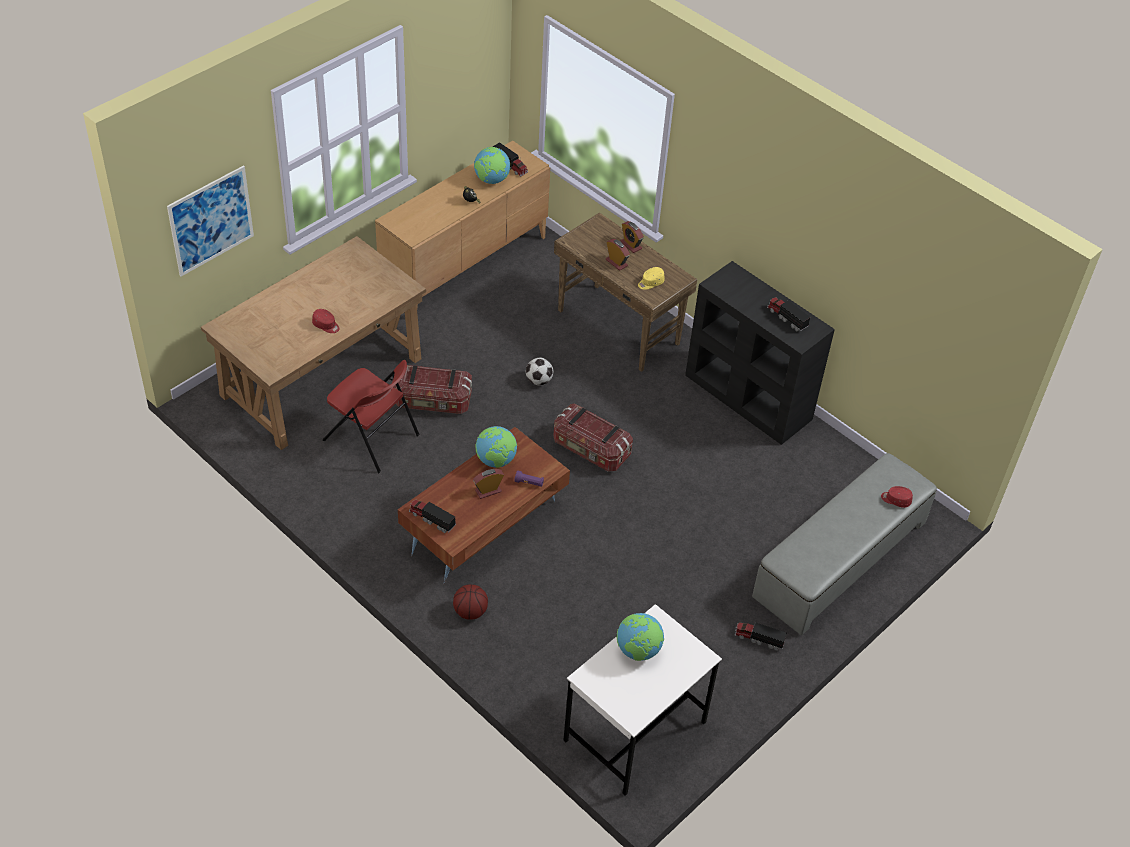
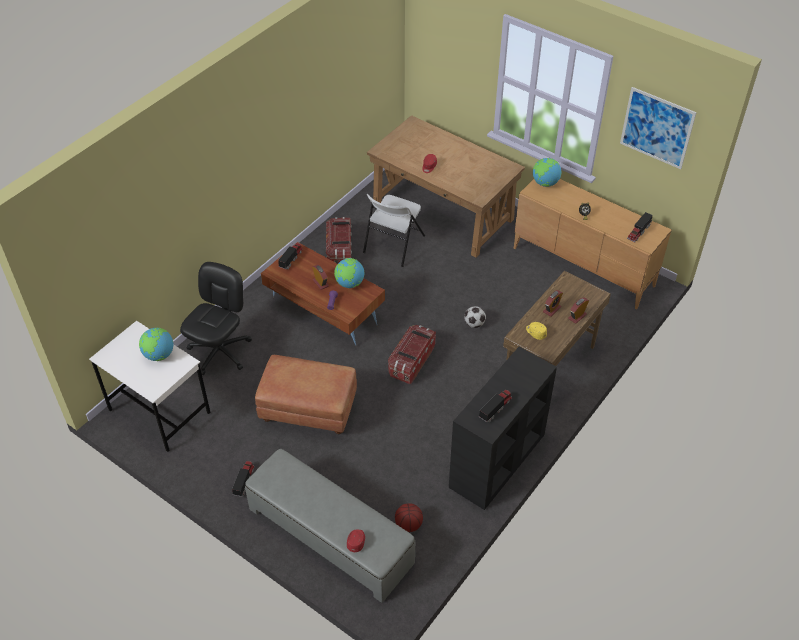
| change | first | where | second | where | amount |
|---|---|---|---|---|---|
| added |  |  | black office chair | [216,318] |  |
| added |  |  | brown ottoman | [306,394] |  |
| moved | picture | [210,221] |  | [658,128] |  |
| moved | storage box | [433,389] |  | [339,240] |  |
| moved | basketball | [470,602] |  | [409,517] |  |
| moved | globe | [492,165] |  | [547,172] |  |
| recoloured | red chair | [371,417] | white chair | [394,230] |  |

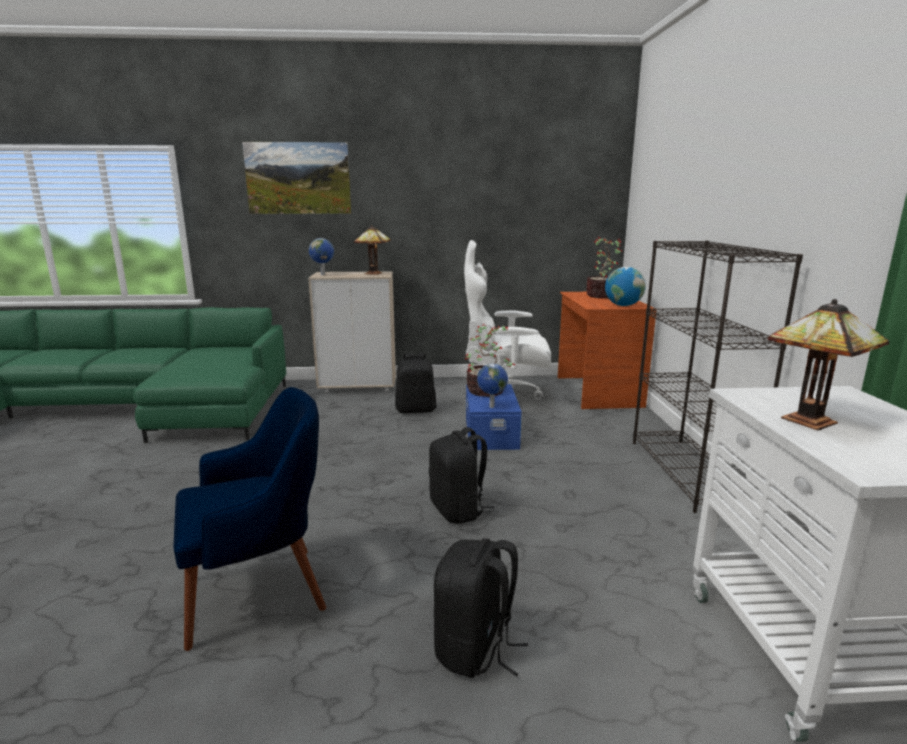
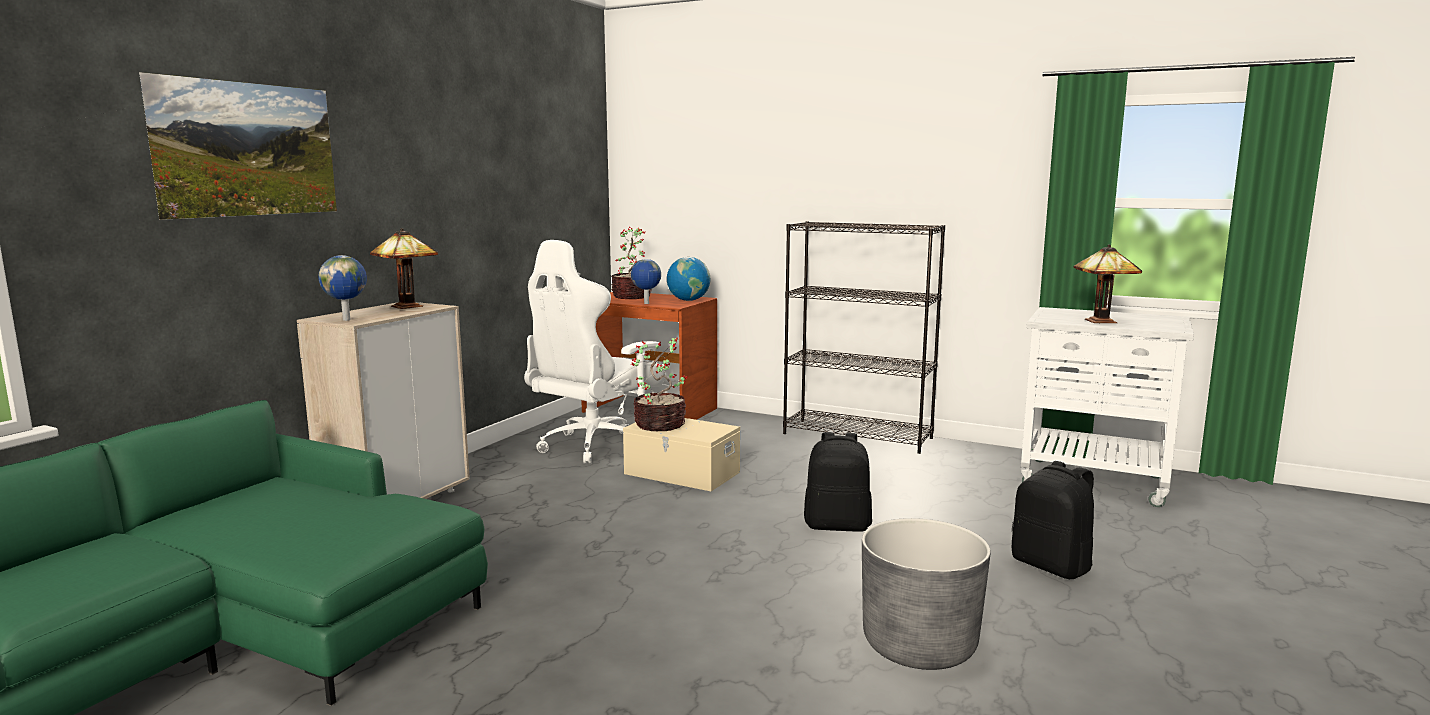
| change | first | where | second | where | amount |
|---|---|---|---|---|---|
| removed | black backpack | [415,383] |  |  |  |
| moved | globe | [492,386] |  | [646,281] |  |
| replaced | blue armchair | [250,519] | grey planter | [926,594] |  |
| recoloured | blue storage box | [493,417] | beige storage box | [681,454] |  |

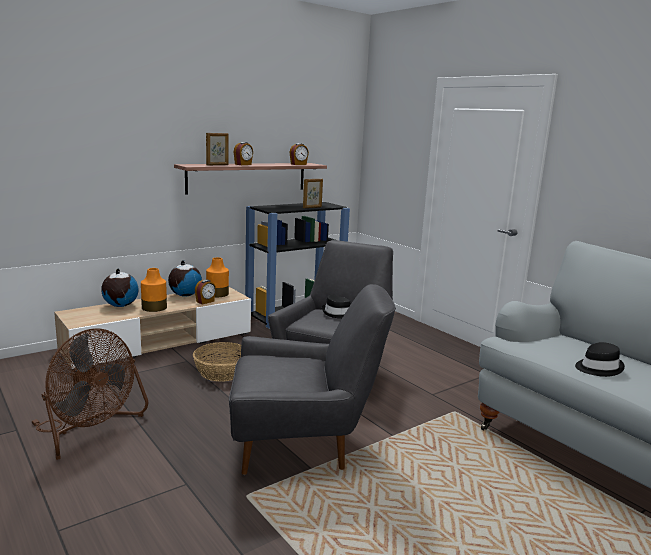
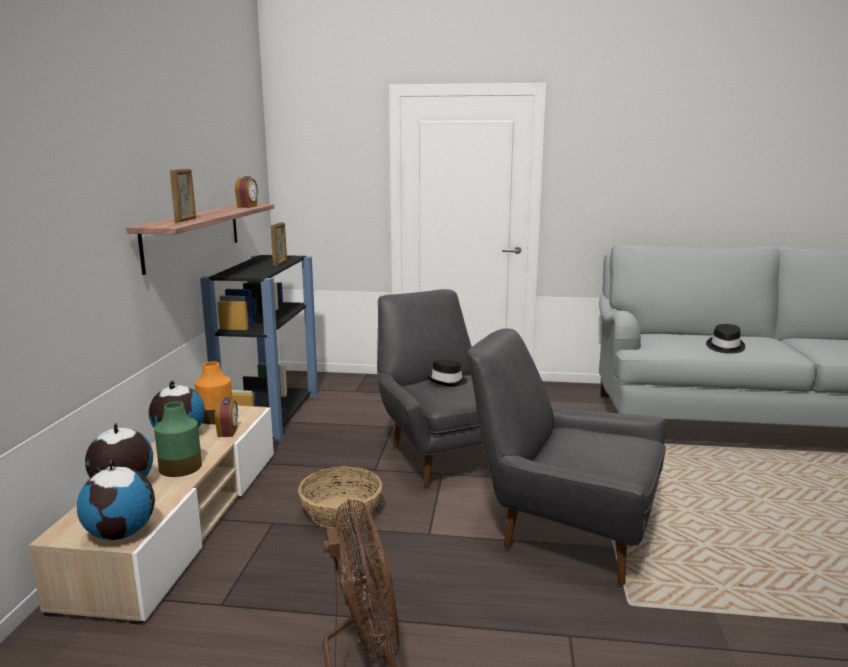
| change | first | where | second | where | amount |
|---|---|---|---|---|---|
| removed | alarm clock | [243,153] |  |  |  |
| added |  |  | globe | [116,500] |  |
| recoloured | orange vase | [154,290] | green vase | [178,439] |  |
| turned | grey armchair | [312,379] |  | [567,457] | 105 degrees counterclockwise |

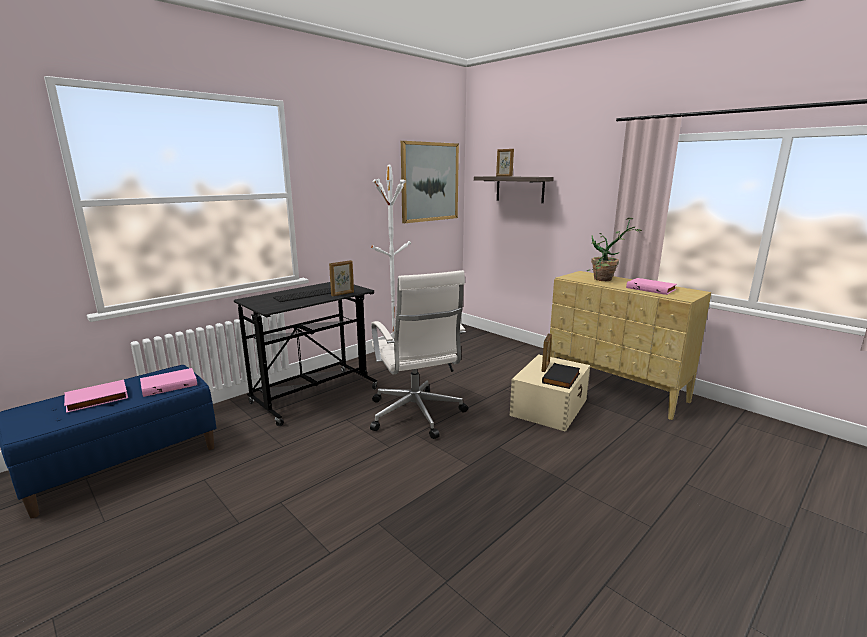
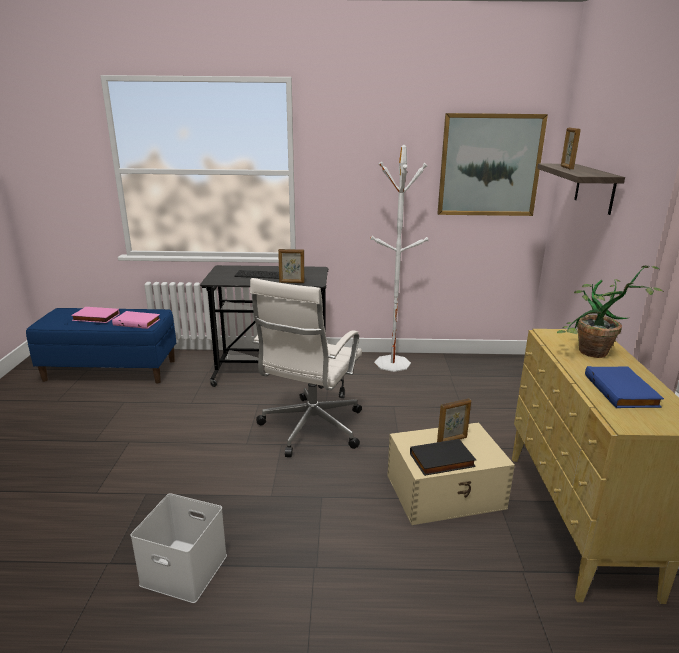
| change | first | where | second | where | amount |
|---|---|---|---|---|---|
| added |  |  | white storage box | [178,548] |  |
| recoloured | pink book | [651,286] | blue book | [624,387] |  |

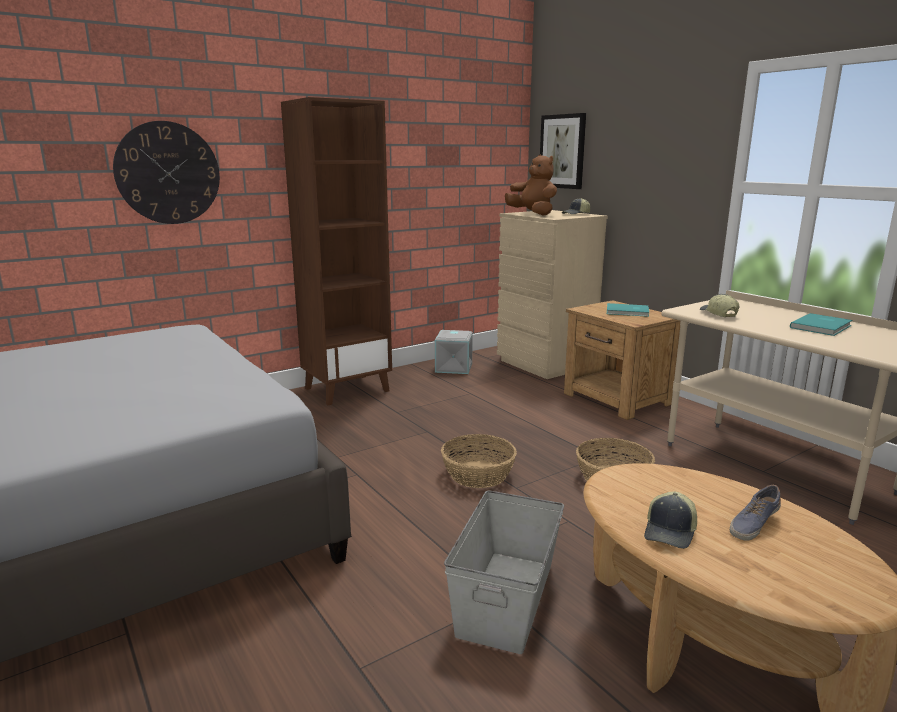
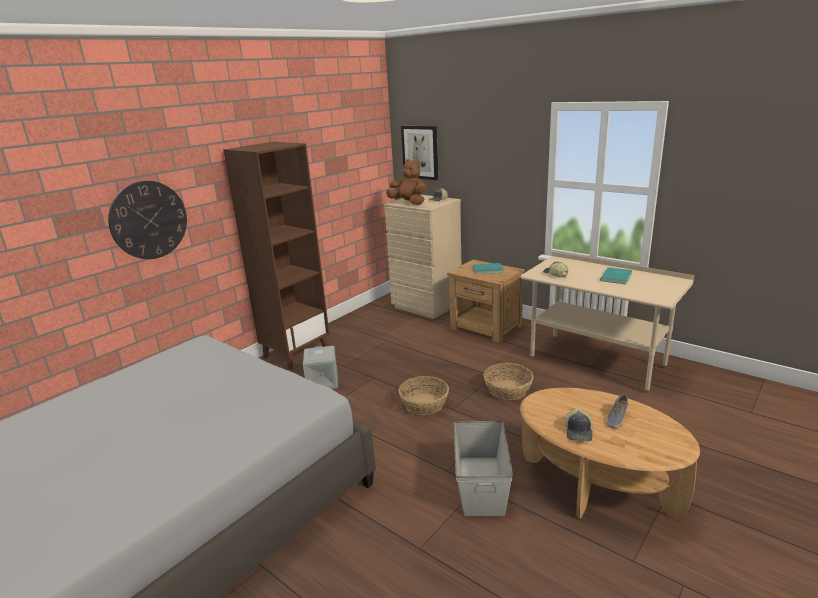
| change | first | where | second | where | amount |
|---|---|---|---|---|---|
| moved | grey storage box | [454,352] |  | [320,367] |  |

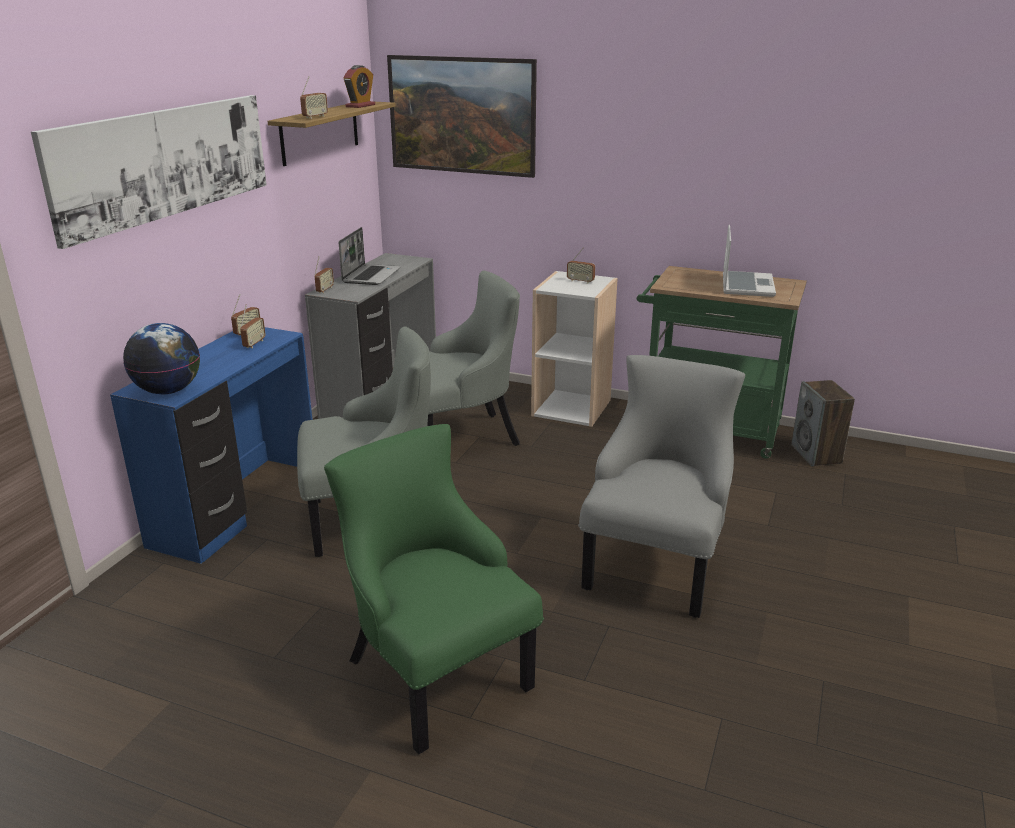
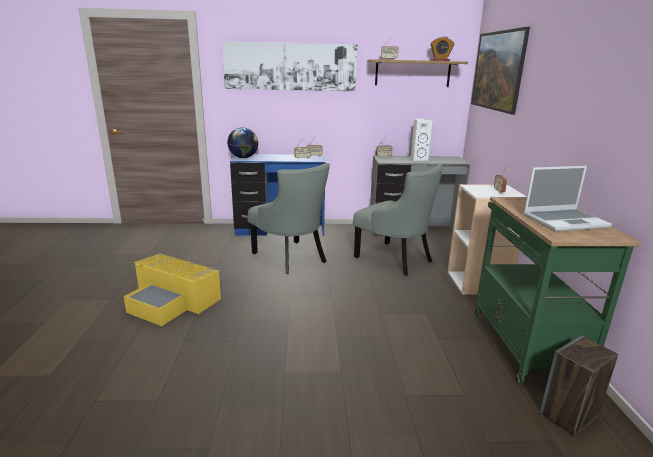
| change | first | where | second | where | amount |
|---|---|---|---|---|---|
| removed | grey chair | [661,486] |  |  |  |
| replaced | green chair | [434,589] | yellow storage box | [172,289] |  |
| replaced | laptop | [370,256] | white speaker | [422,140] |  |

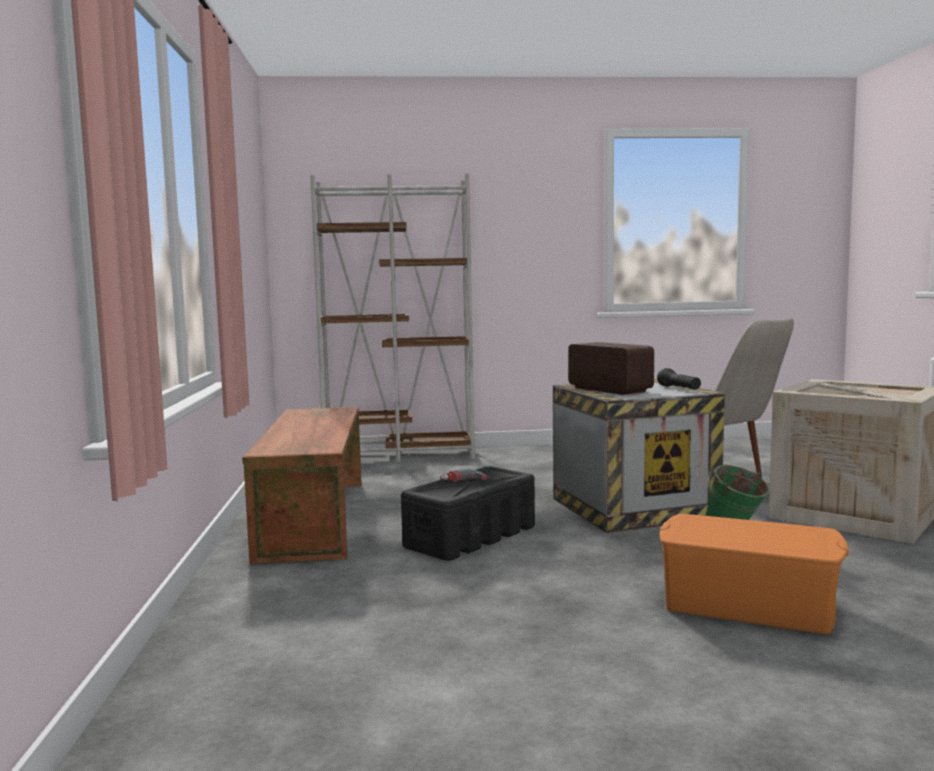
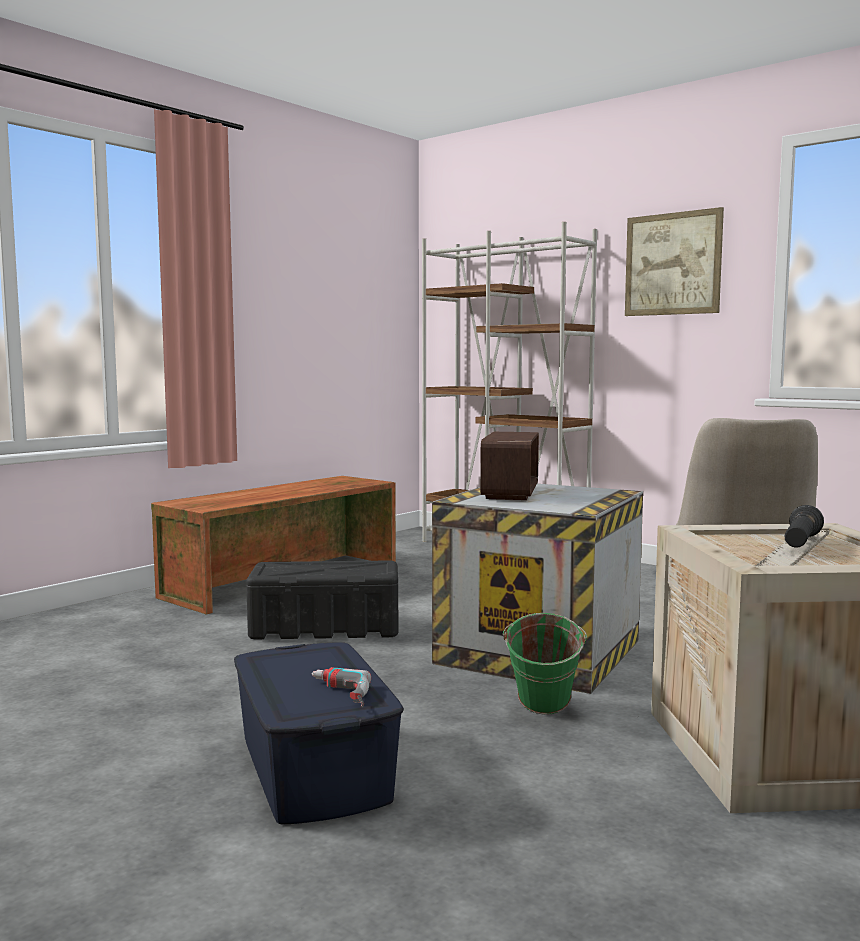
| change | first | where | second | where | amount |
|---|---|---|---|---|---|
| added |  |  | picture | [674,261] |  |
| moved | power drill | [470,475] |  | [341,687] |  |
| moved | black flashlight | [679,378] |  | [804,526] |  |
| recoloured | orange storage box | [754,574] | blue storage box | [319,733] |  |

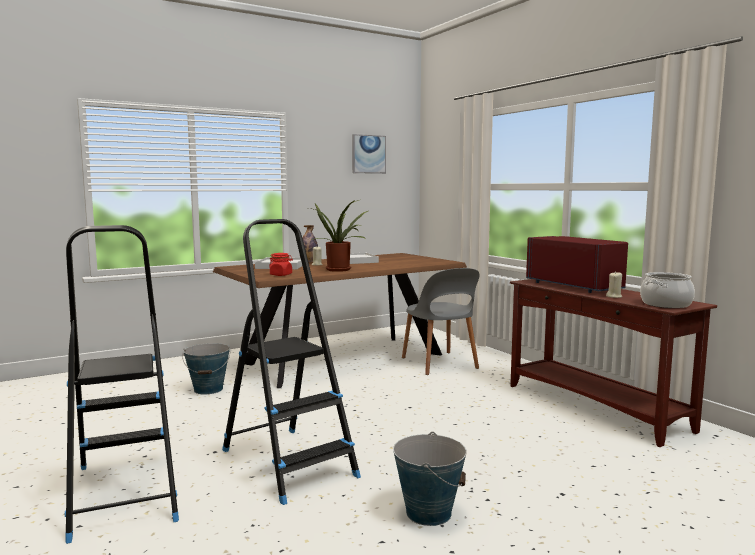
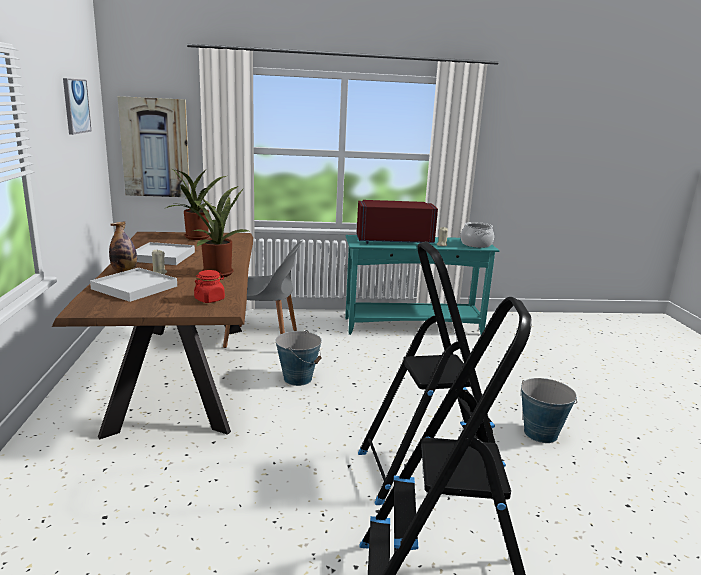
| change | first | where | second | where | amount |
|---|---|---|---|---|---|
| added |  |  | picture | [153,146] |  |
| added |  |  | potted plant | [196,204] |  |
| moved | bucket | [206,368] |  | [298,358] |  |
| recoloured | brown console table | [613,363] | turquoise console table | [422,285] |  |

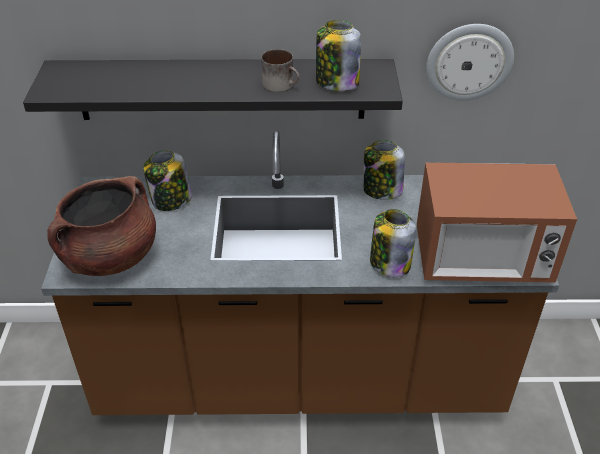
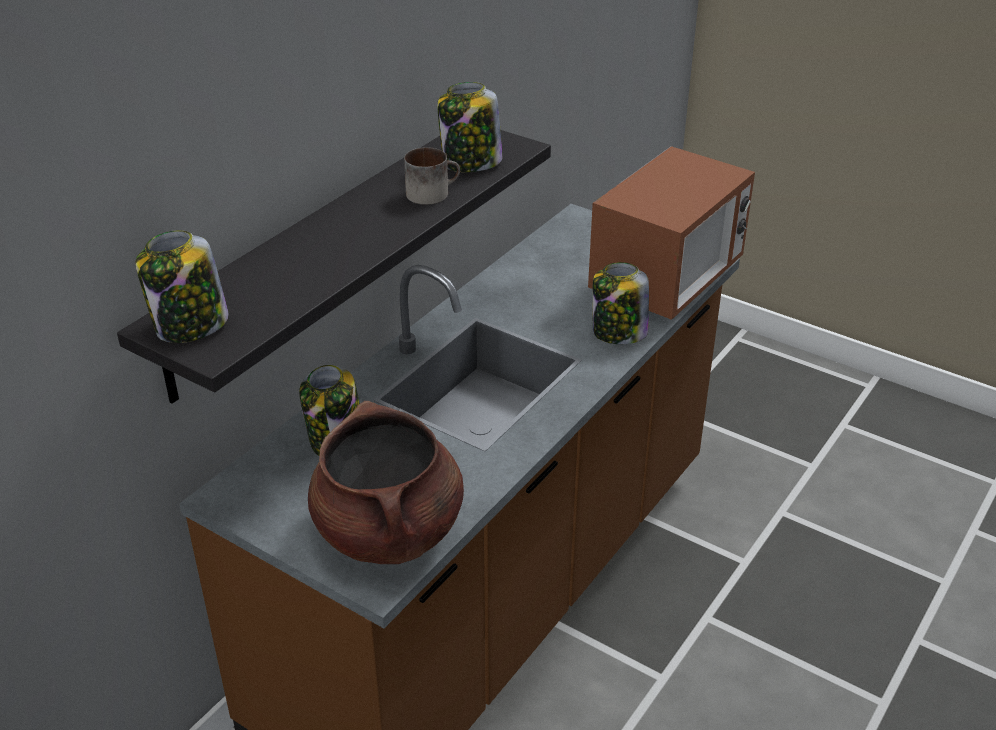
| change | first | where | second | where | amount |
|---|---|---|---|---|---|
| removed | wall clock | [470,62] |  |  |  |
| moved | jar | [384,170] |  | [182,286] |  |

